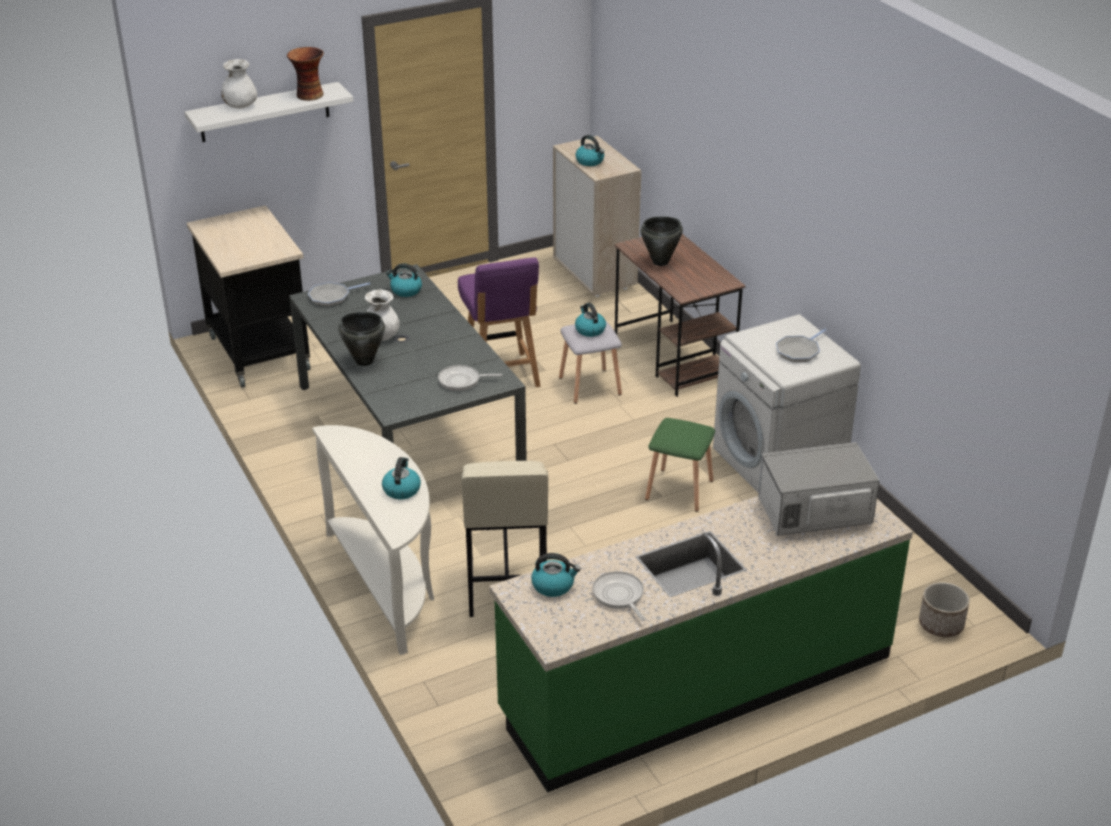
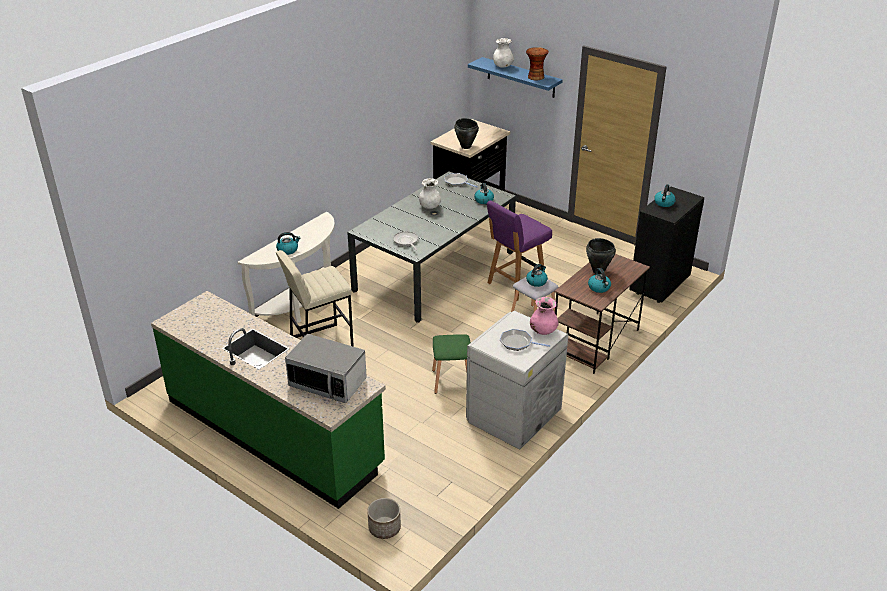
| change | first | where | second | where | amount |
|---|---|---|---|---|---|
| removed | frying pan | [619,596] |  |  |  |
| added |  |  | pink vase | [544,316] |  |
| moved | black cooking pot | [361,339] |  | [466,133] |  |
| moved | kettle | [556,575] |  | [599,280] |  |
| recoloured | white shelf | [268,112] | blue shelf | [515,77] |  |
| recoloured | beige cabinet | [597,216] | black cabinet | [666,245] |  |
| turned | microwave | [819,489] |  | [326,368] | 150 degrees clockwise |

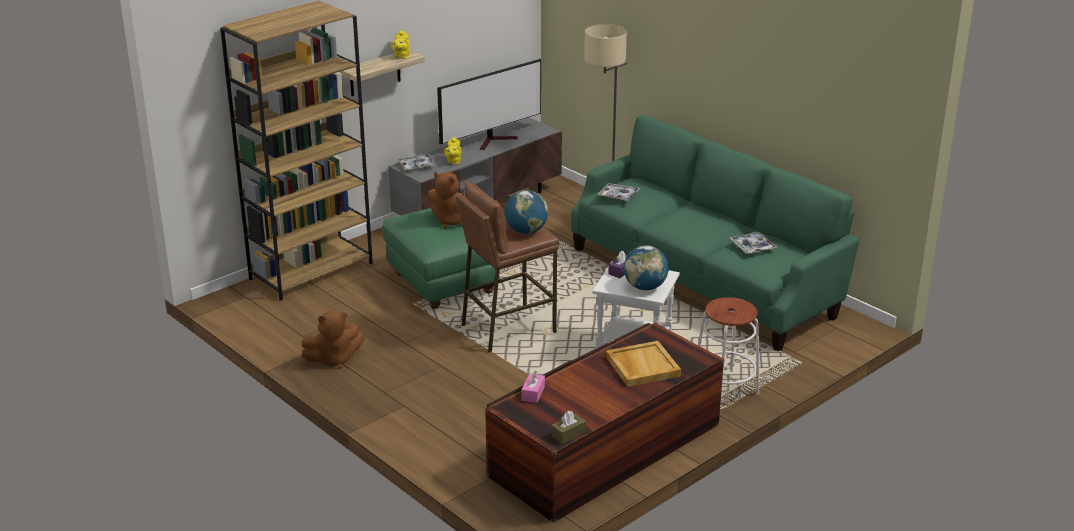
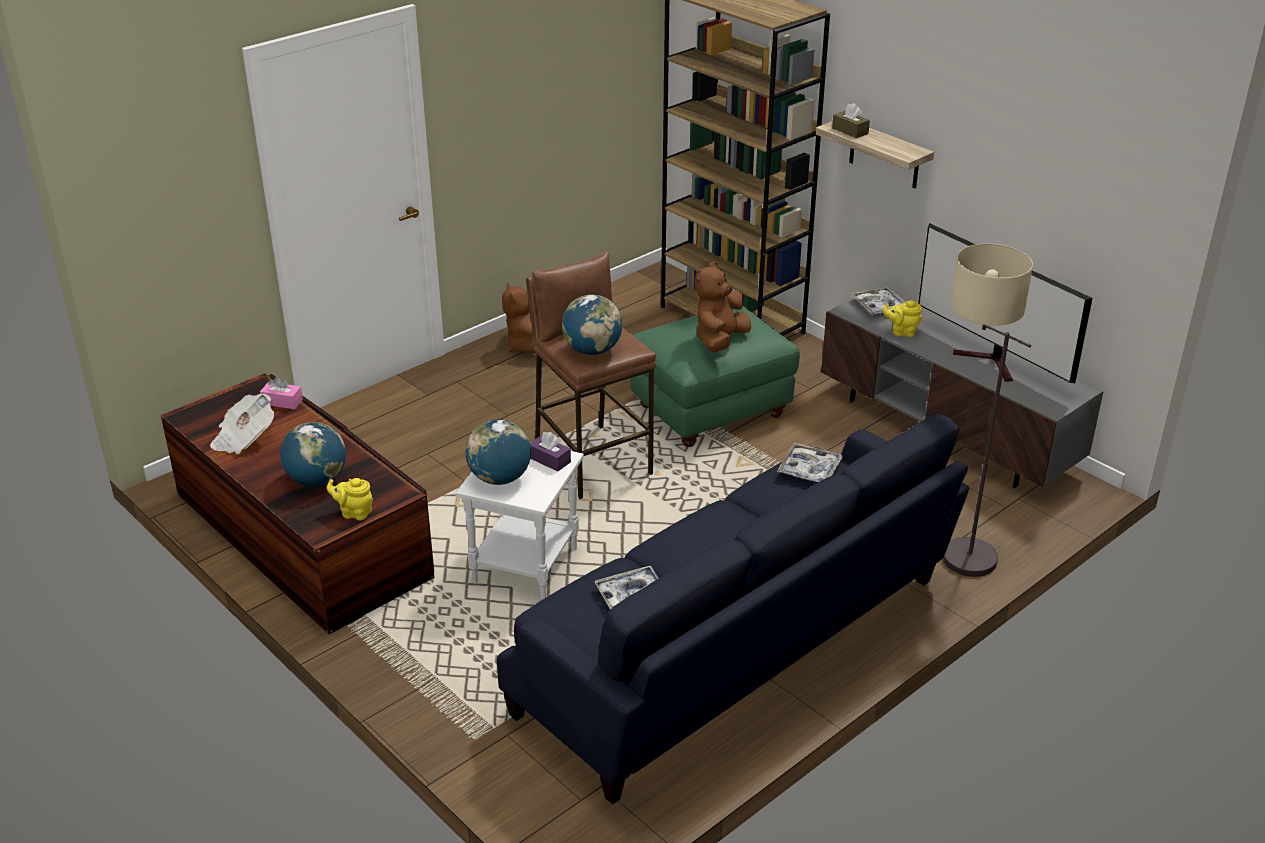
| change | first | where | second | where | amount |
|---|---|---|---|---|---|
| removed | white stool | [728,351] |  |  |  |
| added |  |  | newspaper | [242,424] |  |
| moved | yellow teapot | [400,44] |  | [350,499] |  |
| moved | brown tissue box | [568,427] |  | [851,120] |  |
| replaced | beige tray | [643,364] | globe | [313,454] |  |
| recoloured | green sofa | [715,233] | blue sofa | [733,609] |  |

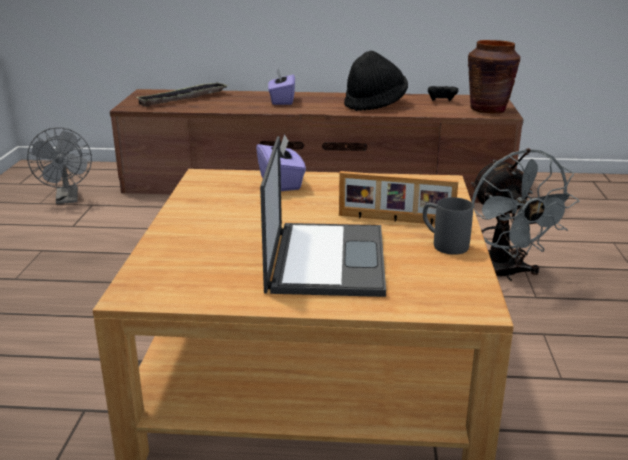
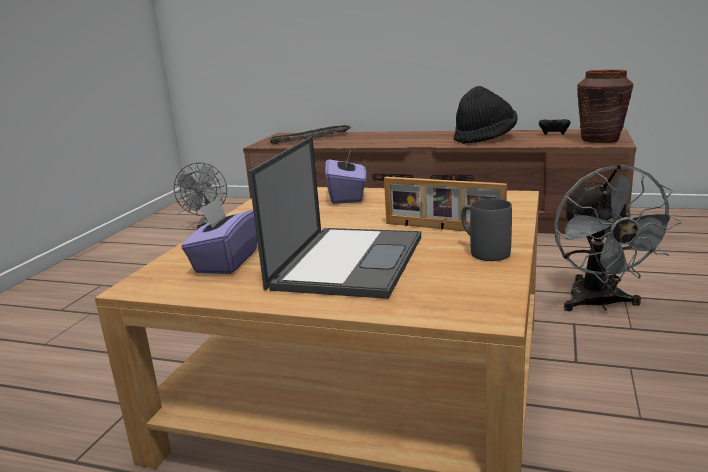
| change | first | where | second | where | amount |
|---|---|---|---|---|---|
| moved | purple tissue box | [281,86] |  | [219,236] |  |

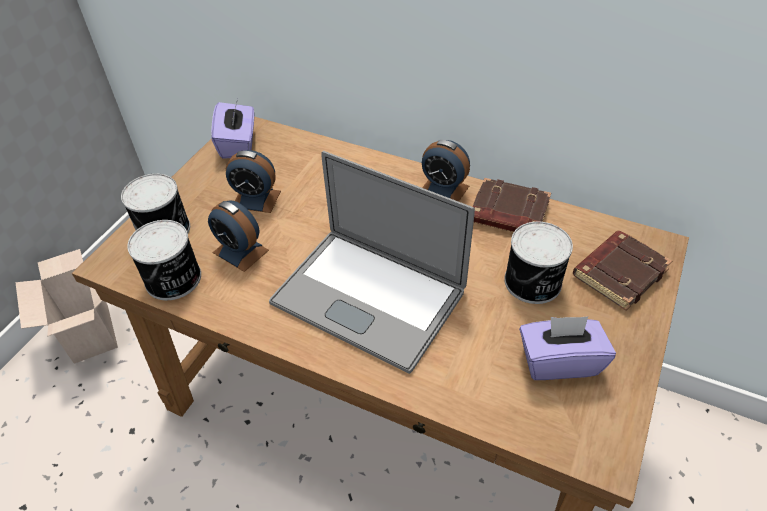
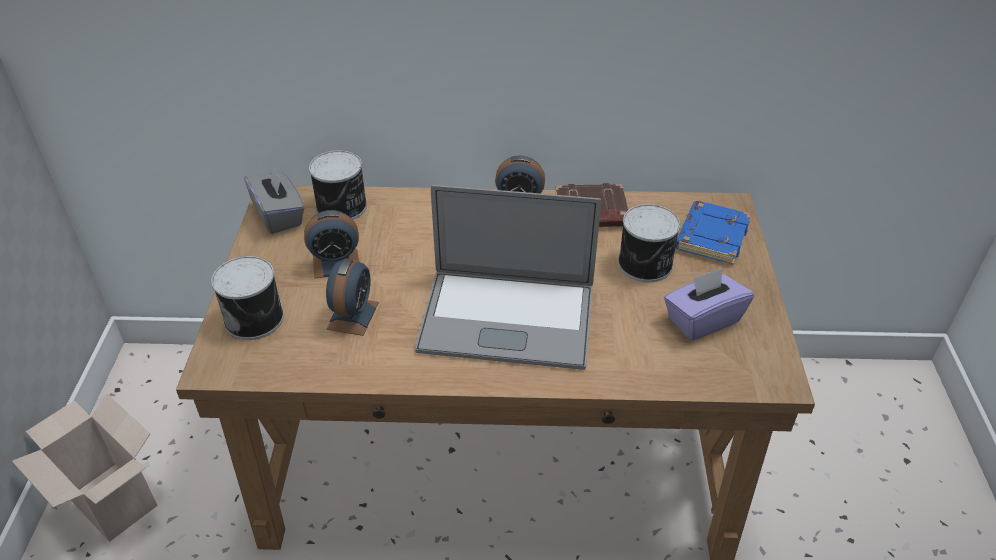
| change | first | where | second | where | amount |
|---|---|---|---|---|---|
| moved | can | [164,260] |  | [338,185] |  |
| recoloured | purple tissue box | [232,129] | grey tissue box | [274,200] |  |
| recoloured | brown book | [622,271] | blue book | [713,233] |  |
| turned | alarm clock | [238,236] |  | [352,297] | 90 degrees counterclockwise |

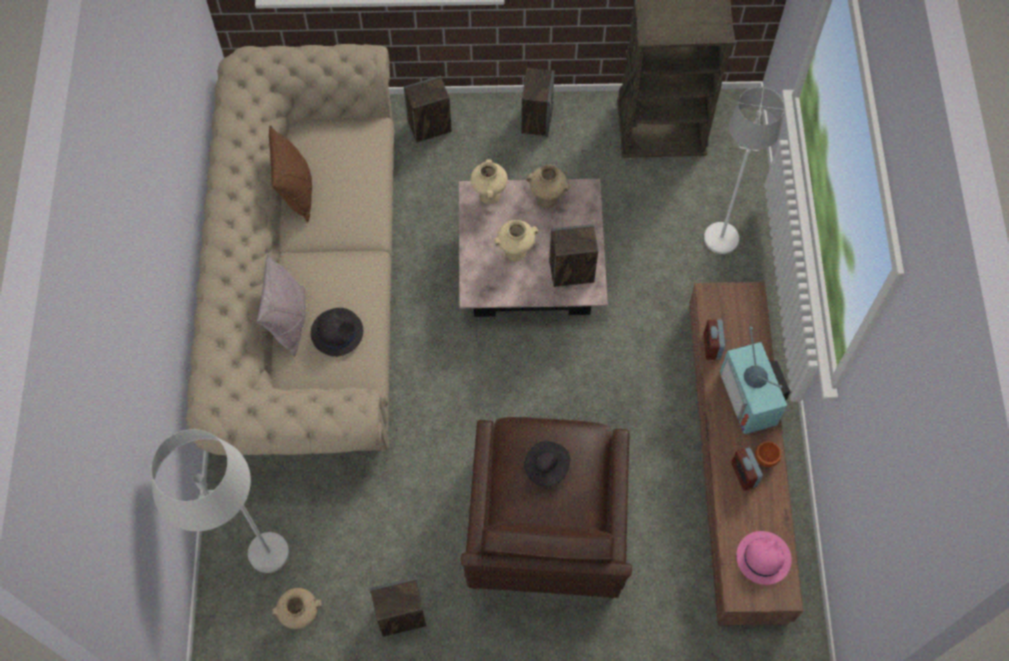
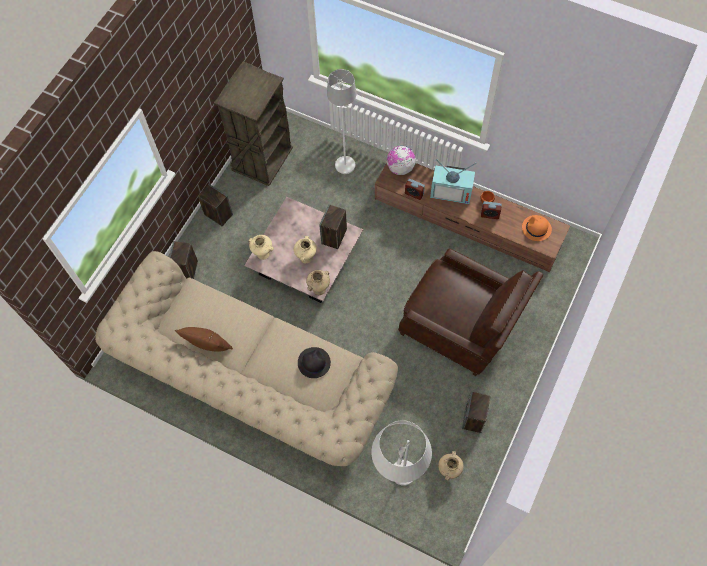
| change | first | where | second | where | amount |
|---|---|---|---|---|---|
| removed | purple pillow | [281,305] |  |  |  |
| removed | black hat | [547,464] |  |  |  |
| added |  |  | globe | [401,160] |  |
| moved | beige vase | [548,186] |  | [318,282] |  |
| recoloured | pink hat | [764,558] | orange hat | [537,228] |  |

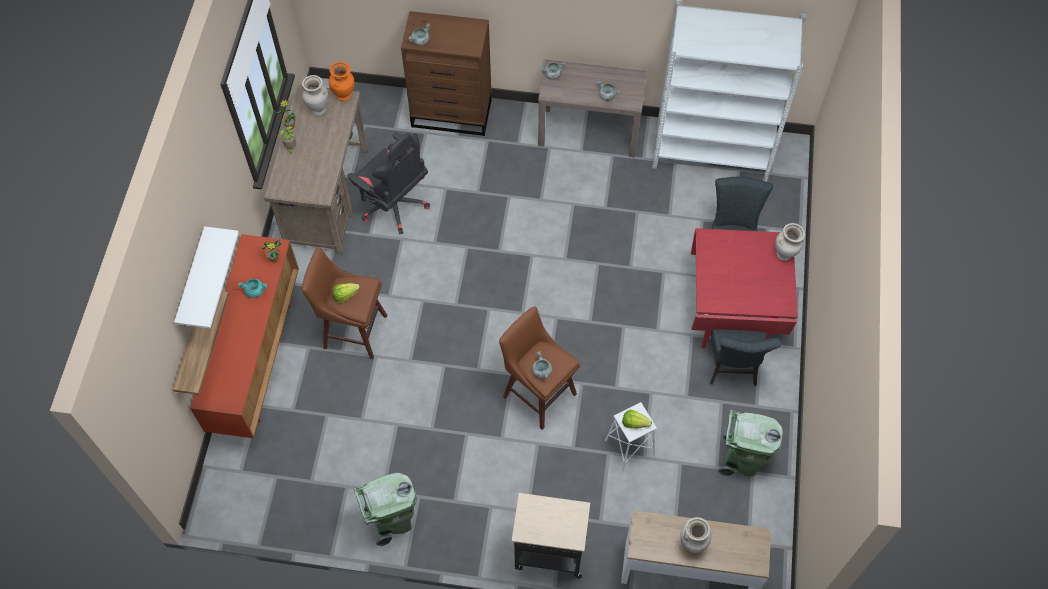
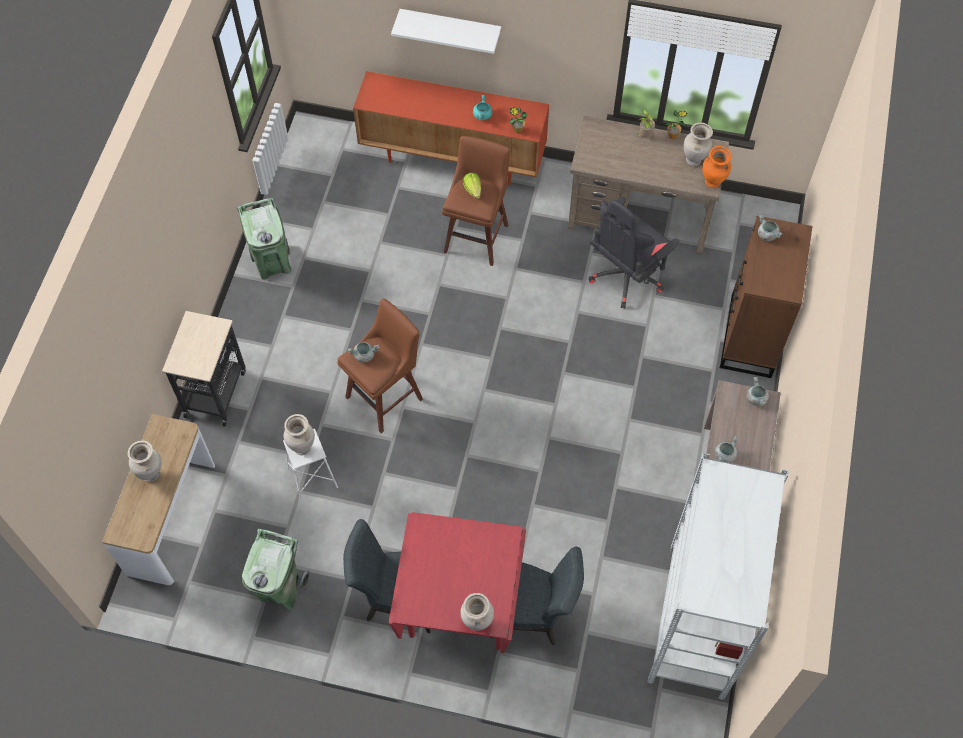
| change | first | where | second | where | amount |
|---|---|---|---|---|---|
| removed | shelf | [200,343] |  |  |  |
| replaced | lettuce | [637,419] | beige vase | [299,434] |  |

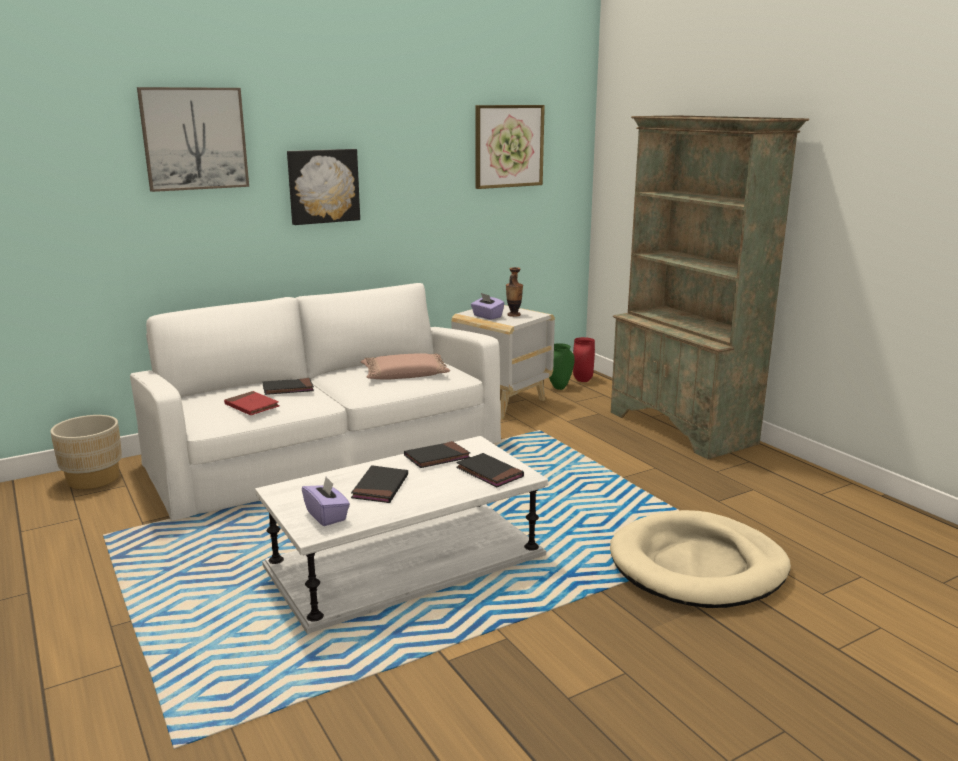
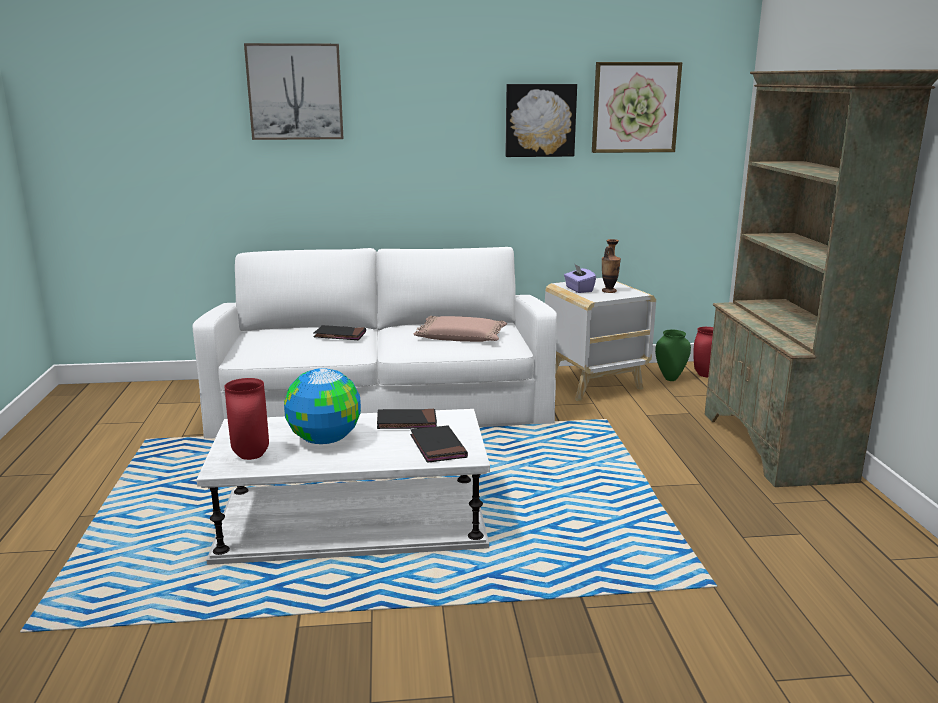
| change | first | where | second | where | amount |
|---|---|---|---|---|---|
| removed | beige planter | [86,452] |  |  |  |
| removed | red book | [252,403] |  |  |  |
| removed | beige dog bed | [700,559] |  |  |  |
| moved | picture | [323,187] |  | [541,120] |  |
| replaced | purple tissue box | [326,501] | red vase | [246,419] |  |
| replaced | black book | [379,484] | globe | [322,406] |  |

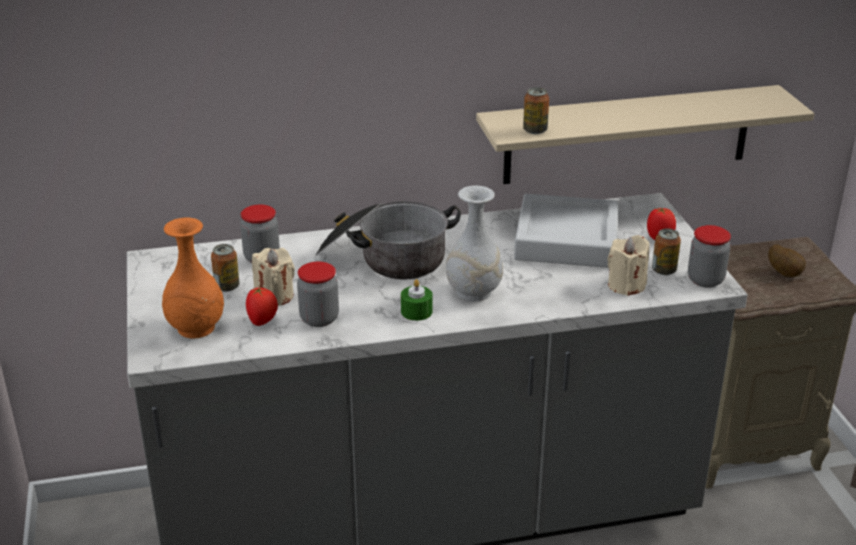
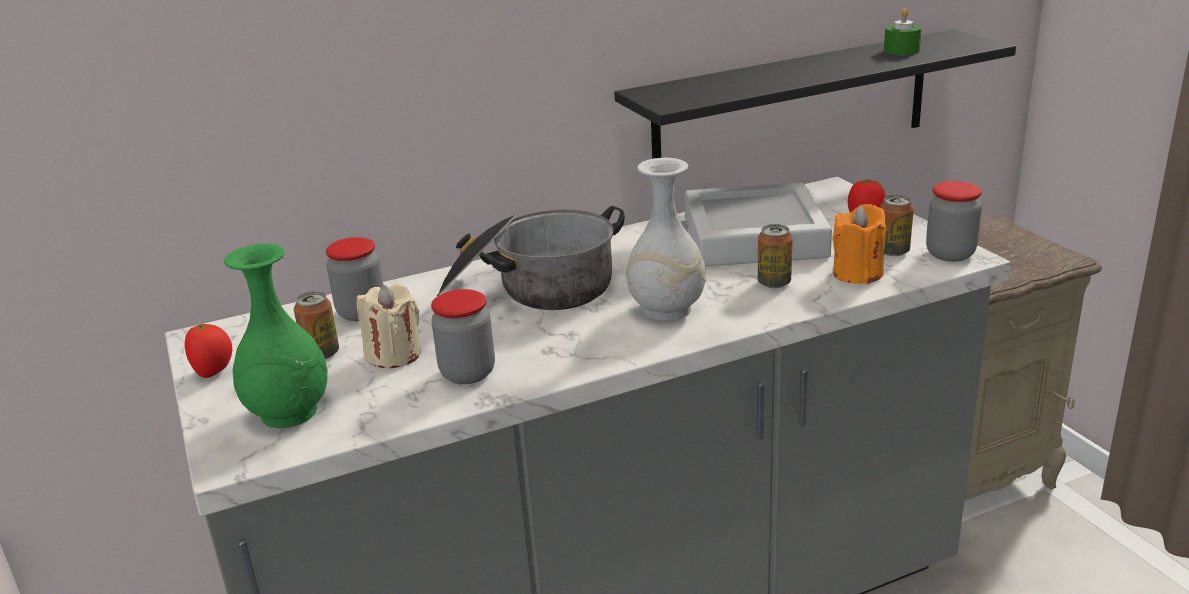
| change | first | where | second | where | amount |
|---|---|---|---|---|---|
| removed | potato | [787,261] |  |  |  |
| moved | tomato | [262,306] |  | [208,350] |  |
| moved | green candle | [417,300] |  | [903,31] |  |
| moved | can | [536,110] |  | [775,256] |  |
| recoloured | orange vase | [193,278] | green vase | [275,336] |  |
| recoloured | beige shelf | [645,134] | black shelf | [815,94] |  |
| recoloured | beige candle | [629,265] | orange candle | [859,244] |  |

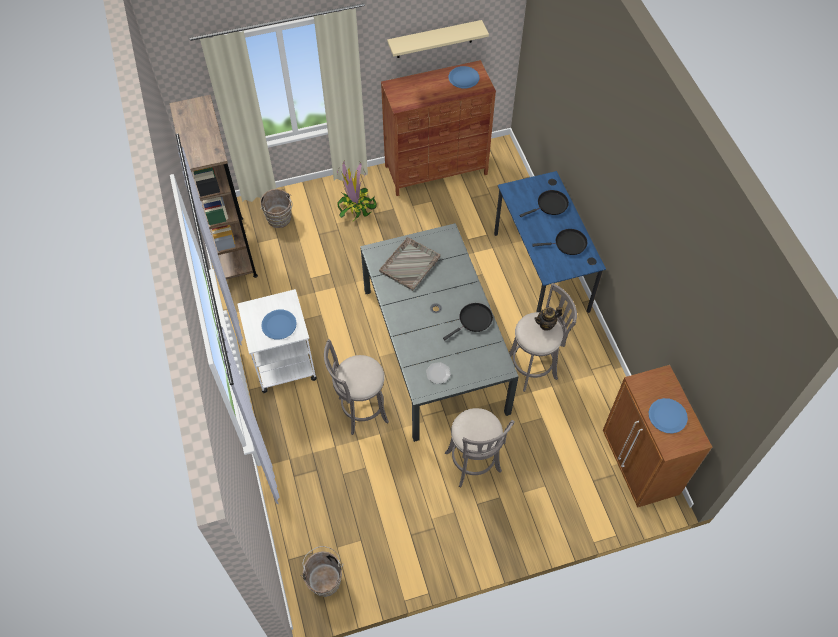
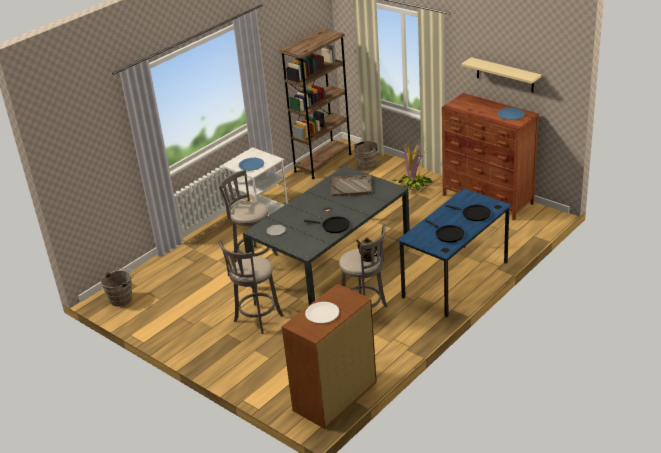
| change | first | where | second | where | amount |
|---|---|---|---|---|---|
| recoloured | blue plate | [668,416] | white plate | [322,312] |  |

